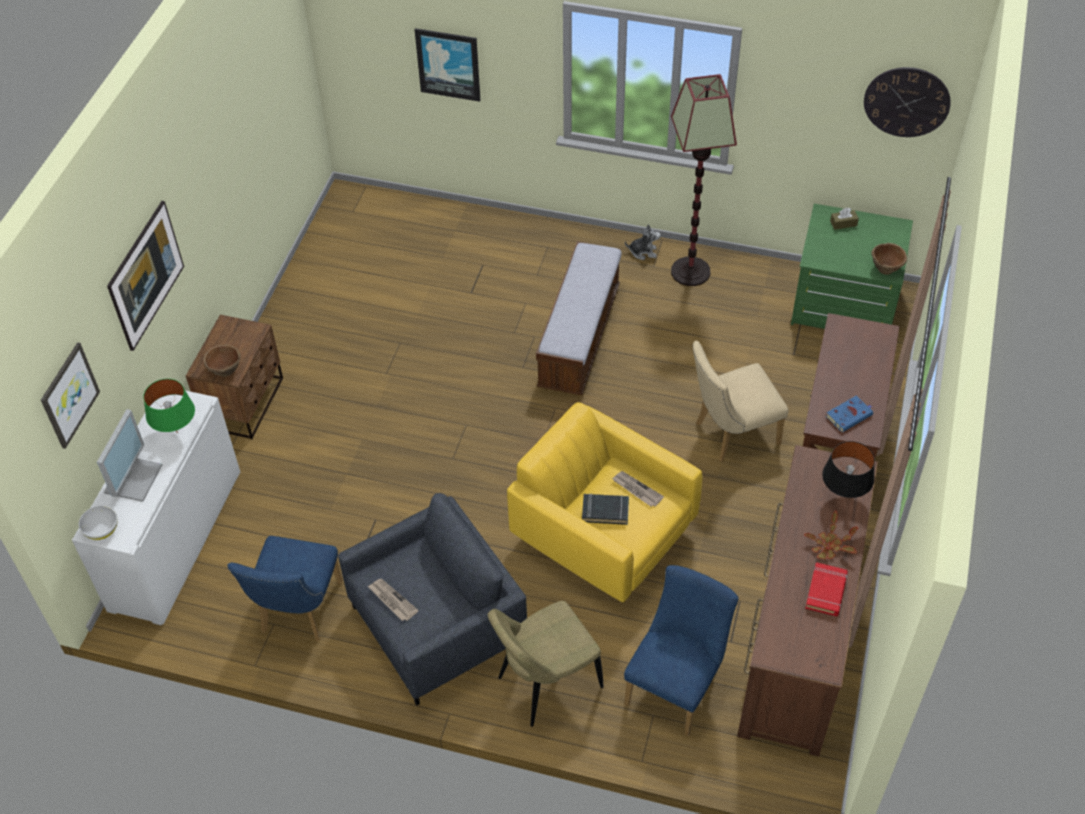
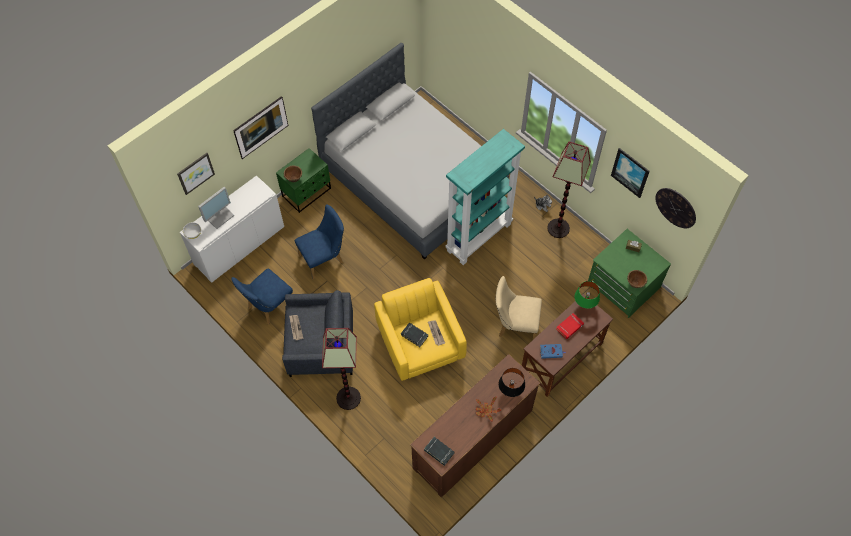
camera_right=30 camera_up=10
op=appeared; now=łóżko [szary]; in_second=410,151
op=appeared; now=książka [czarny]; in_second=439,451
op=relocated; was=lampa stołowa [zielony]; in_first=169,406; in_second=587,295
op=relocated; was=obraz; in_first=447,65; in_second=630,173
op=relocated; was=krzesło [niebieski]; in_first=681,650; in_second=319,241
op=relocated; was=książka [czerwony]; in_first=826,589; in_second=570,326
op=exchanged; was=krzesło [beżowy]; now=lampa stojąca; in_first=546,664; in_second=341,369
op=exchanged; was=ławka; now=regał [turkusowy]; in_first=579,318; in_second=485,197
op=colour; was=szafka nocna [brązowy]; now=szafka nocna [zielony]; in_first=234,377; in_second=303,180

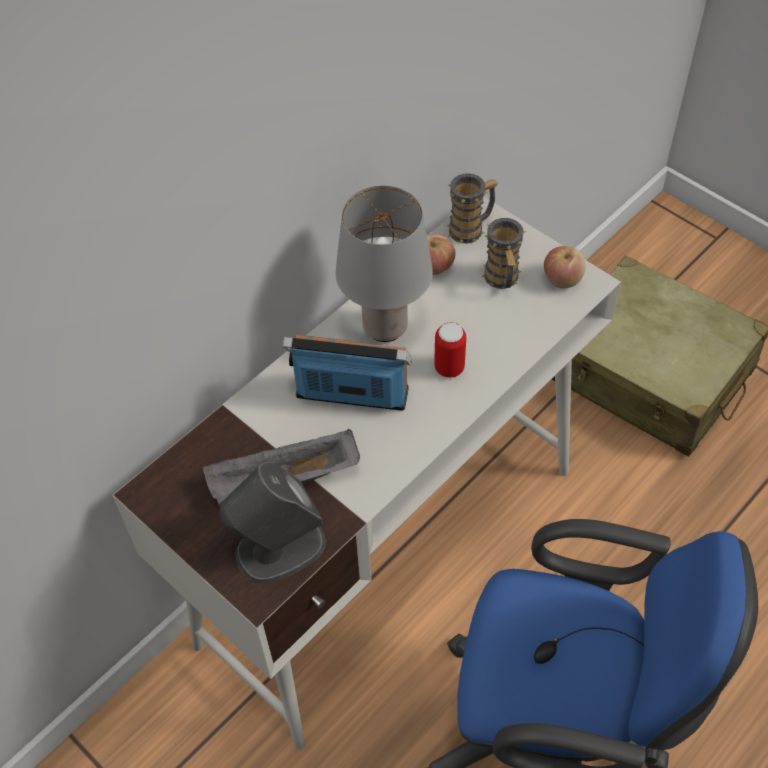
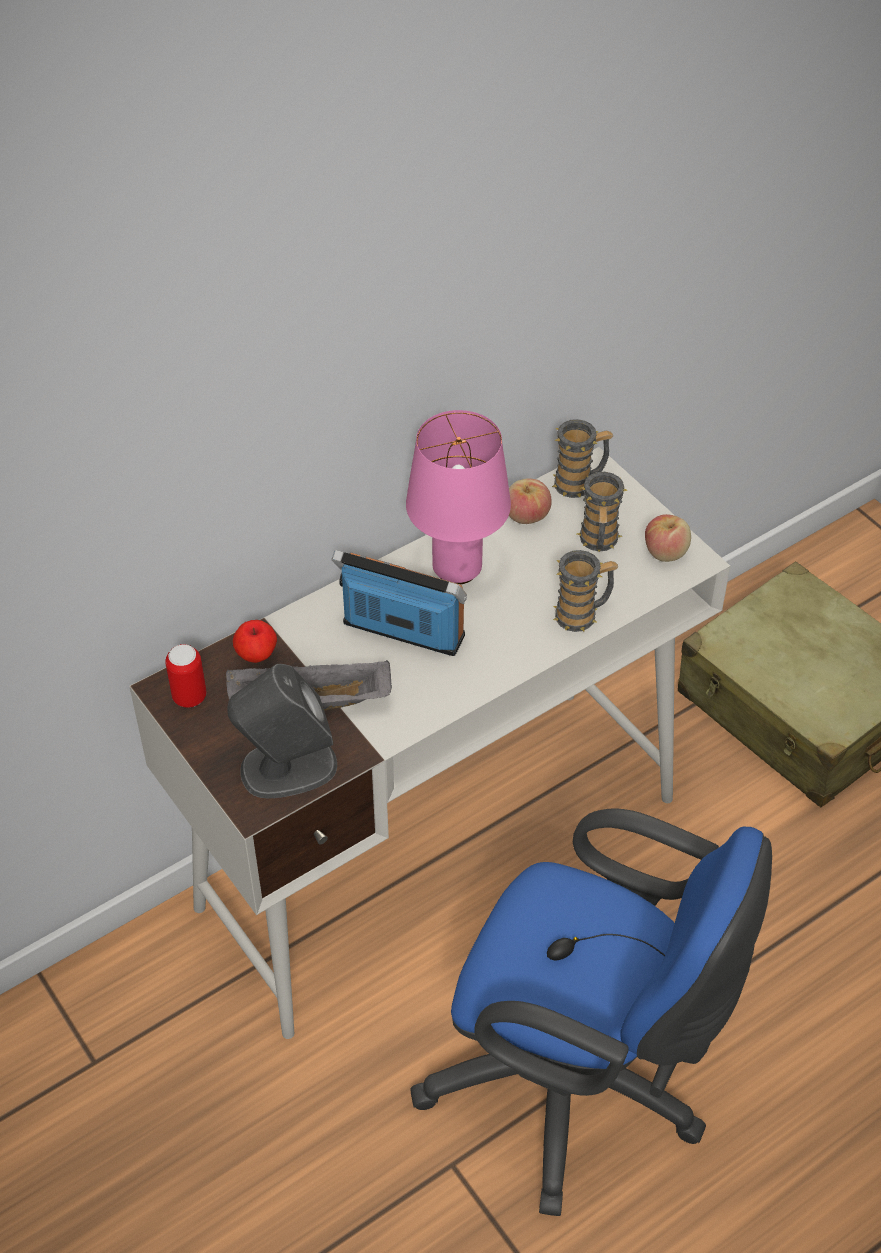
camera_right=10 camera_up=-5
op=appeared; now=jabłko; in_second=255,641
op=appeared; now=kubek; in_second=585,591
op=relocated; was=puszka; in_first=450,350; in_second=185,676
op=colour; was=lampa stołowa [szary]; now=lampa stołowa [różowy]; in_first=384,264; in_second=458,497

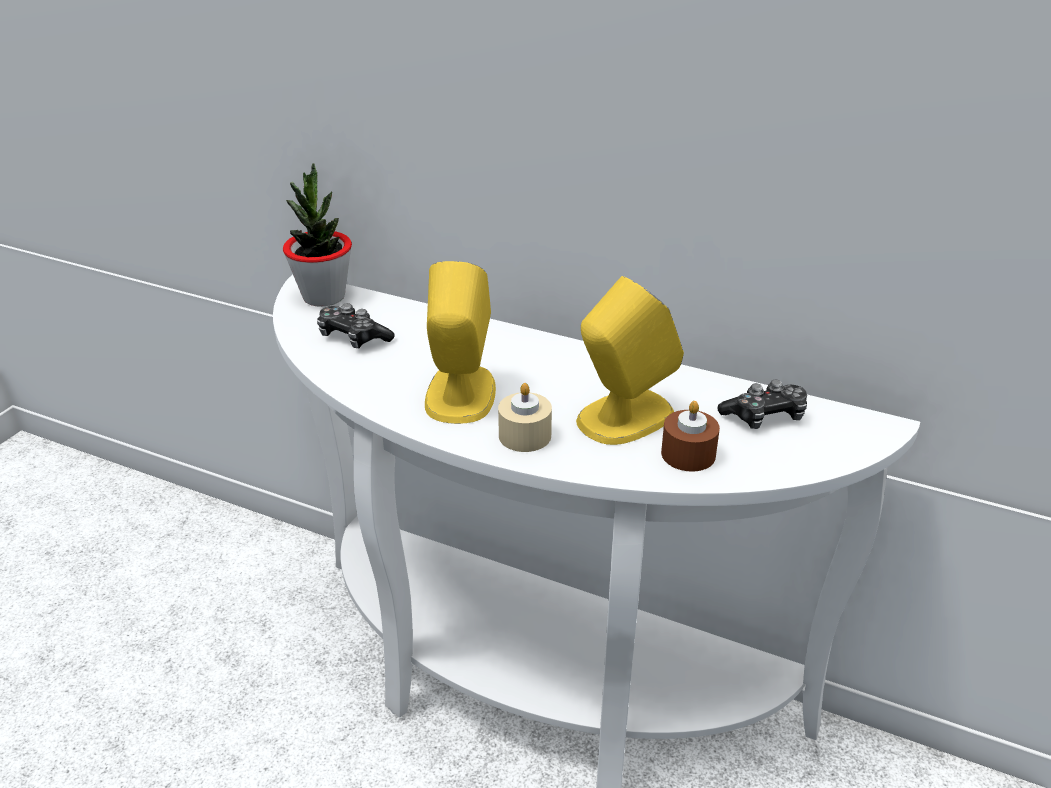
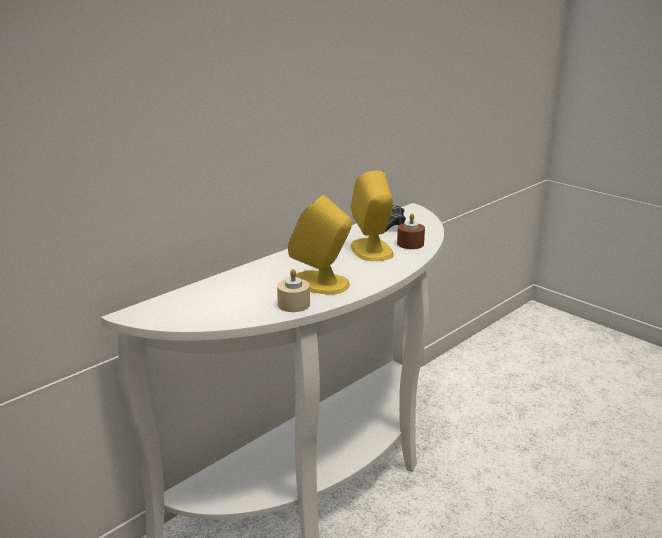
camera_right=-70 camera_up=-10
op=missing; was=roślina doniczkowa; in_first=317,235
op=missing; was=pad do gier; in_first=356,325
op=relocated; was=świeca [beżowy]; in_first=525,417; in_second=293,290

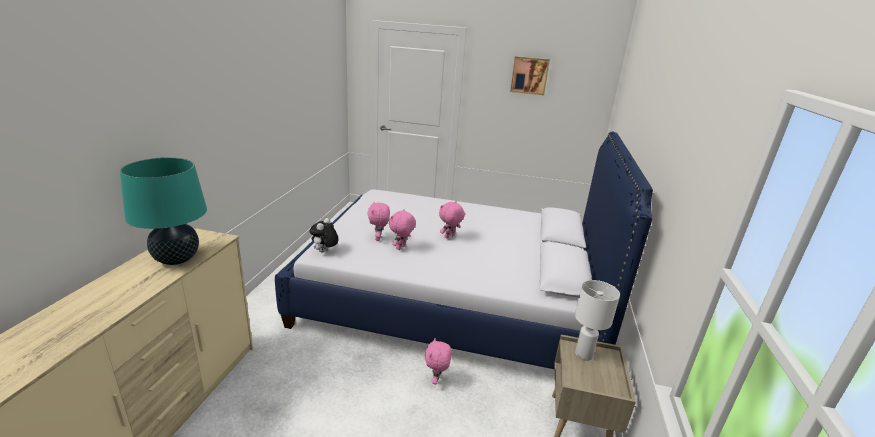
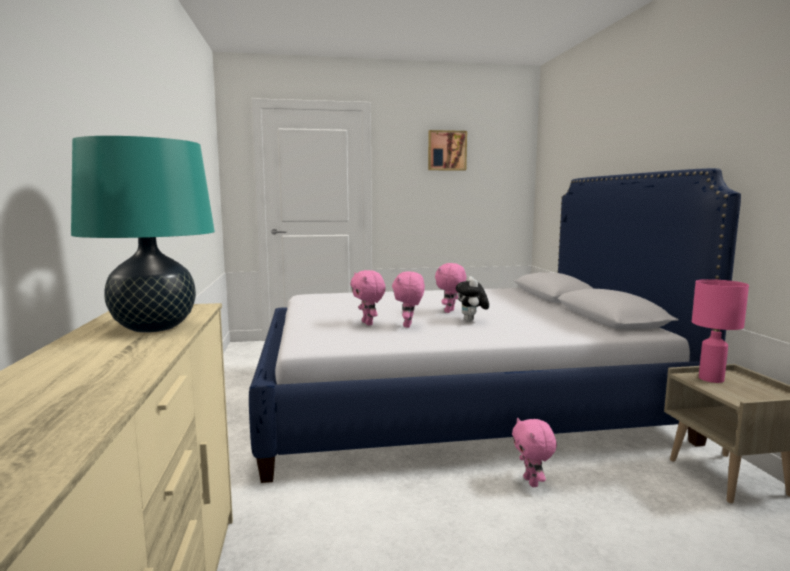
camera_right=-20 camera_up=-15
op=relocated; was=pluszak; in_first=323,235; in_second=472,299
op=colour; was=lampa stołowa [biały]; now=lampa stołowa [różowy]; in_first=597,320; in_second=720,331

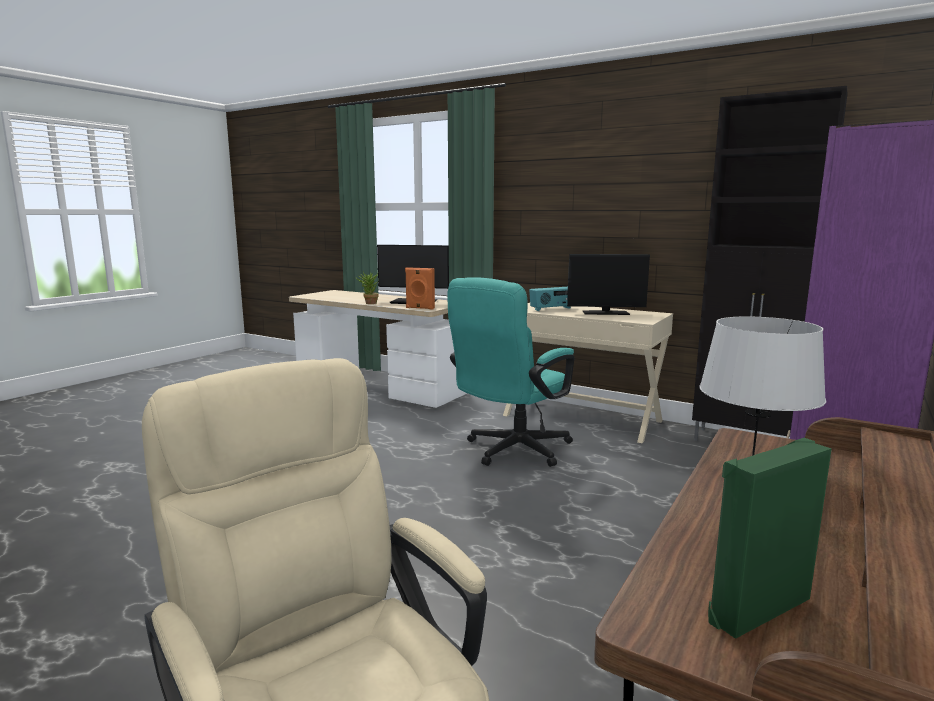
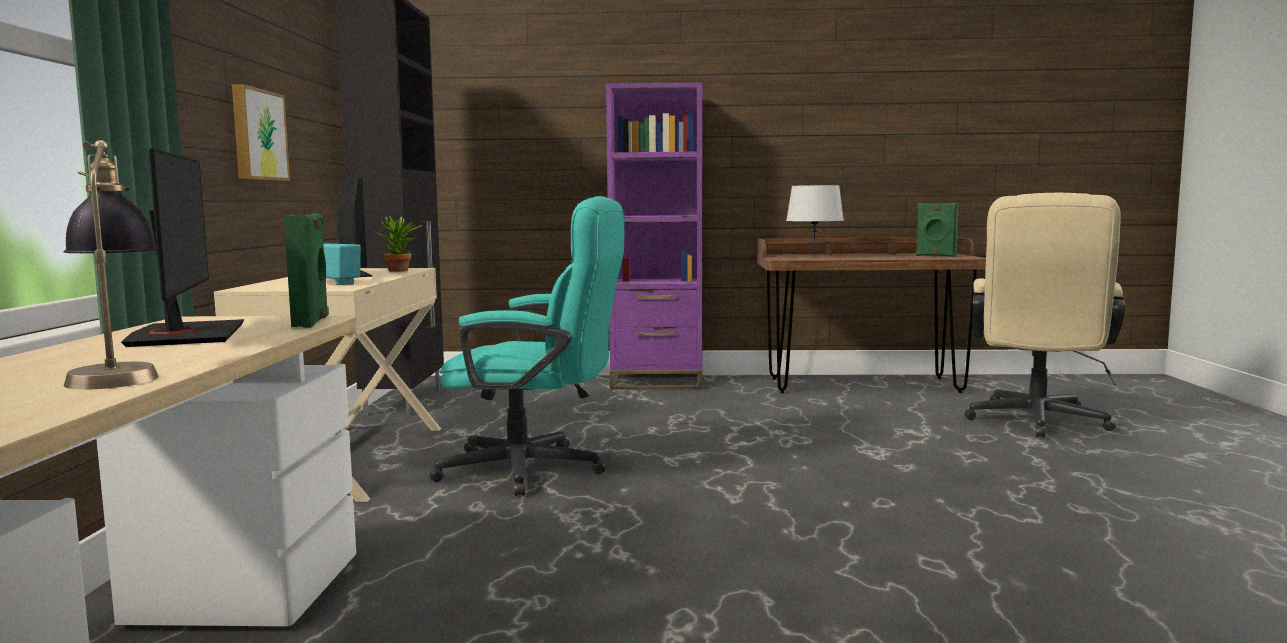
camera_right=-120 camera_up=-5
op=appeared; now=lampa stołowa; in_second=111,265
op=appeared; now=obraz; in_second=261,132
op=relocated; was=roślina doniczkowa; in_first=367,287; in_second=400,244
op=colour; was=głośnik [pomarańczowy]; now=głośnik [zielony]; in_first=420,288; in_second=306,271

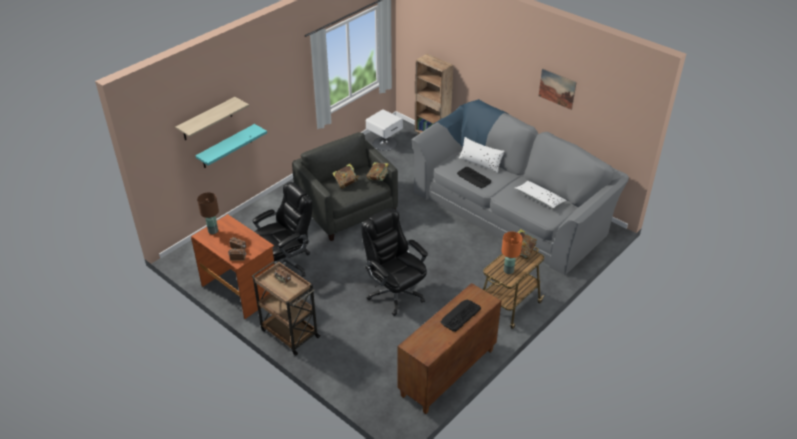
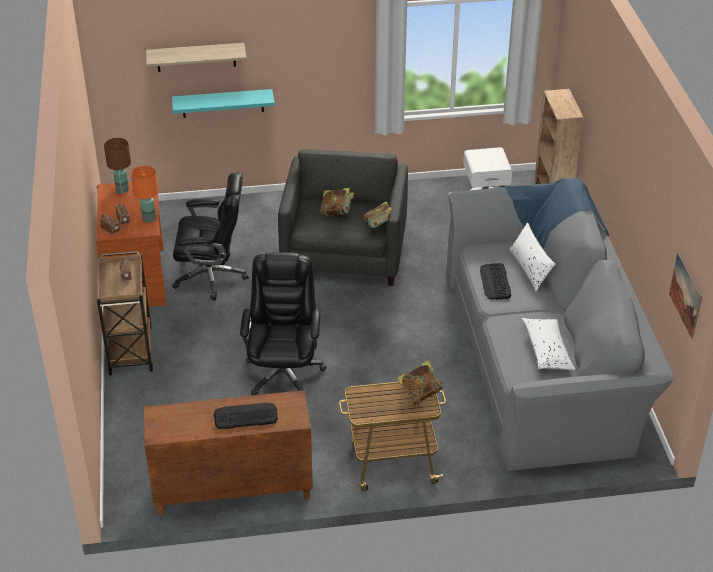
camera_right=40 camera_up=0
op=relocated; was=lampa stołowa [pomarańczowy]; in_first=512,253; in_second=144,194
op=relocated; was=obraz; in_first=558,89; in_second=685,296

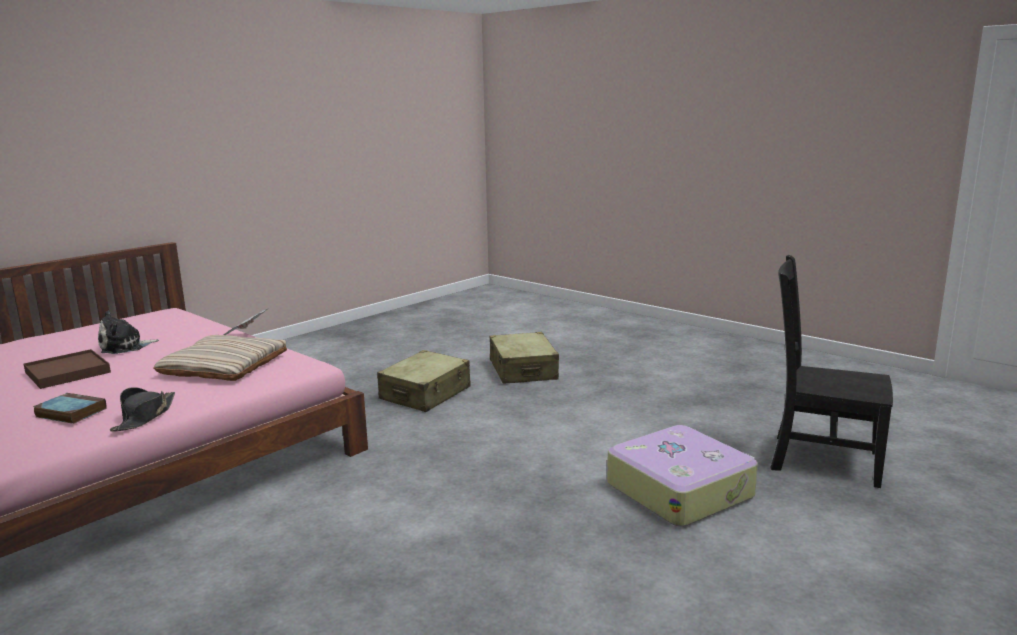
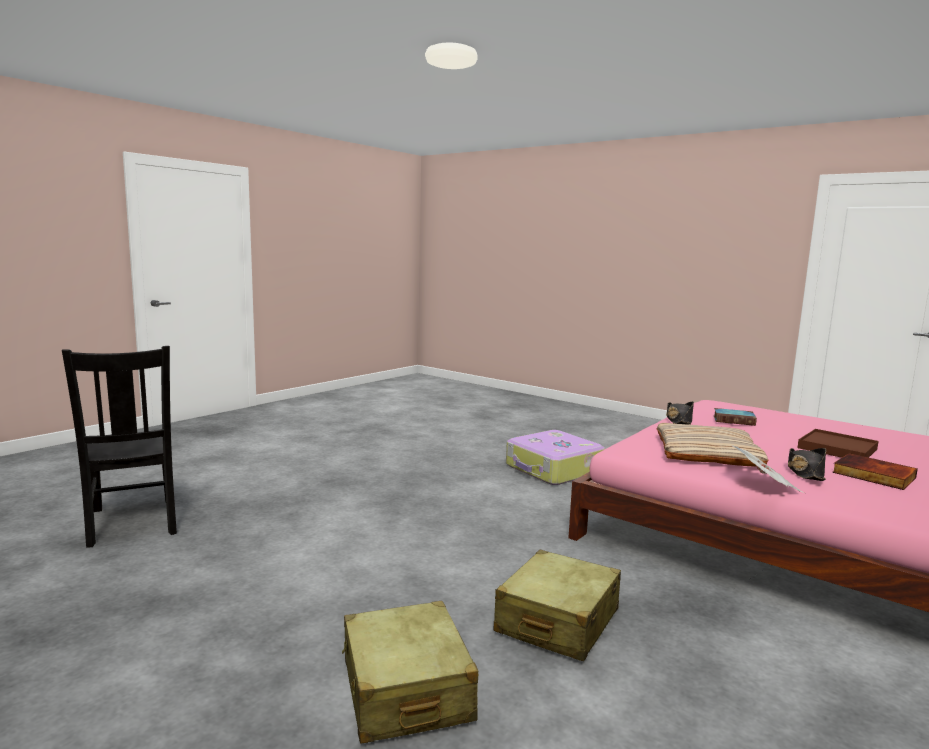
camera_right=175 camera_up=-5
op=appeared; now=kapelusz [czarny]; in_second=807,464
op=relocated; was=walizka; in_first=682,476; in_second=555,457
op=exchanged; was=pluszak; now=książka; in_first=128,332; in_second=875,471
op=spun; was=krzesło [czarny]; in_first=831,371; in_second=119,446; clockwise=45

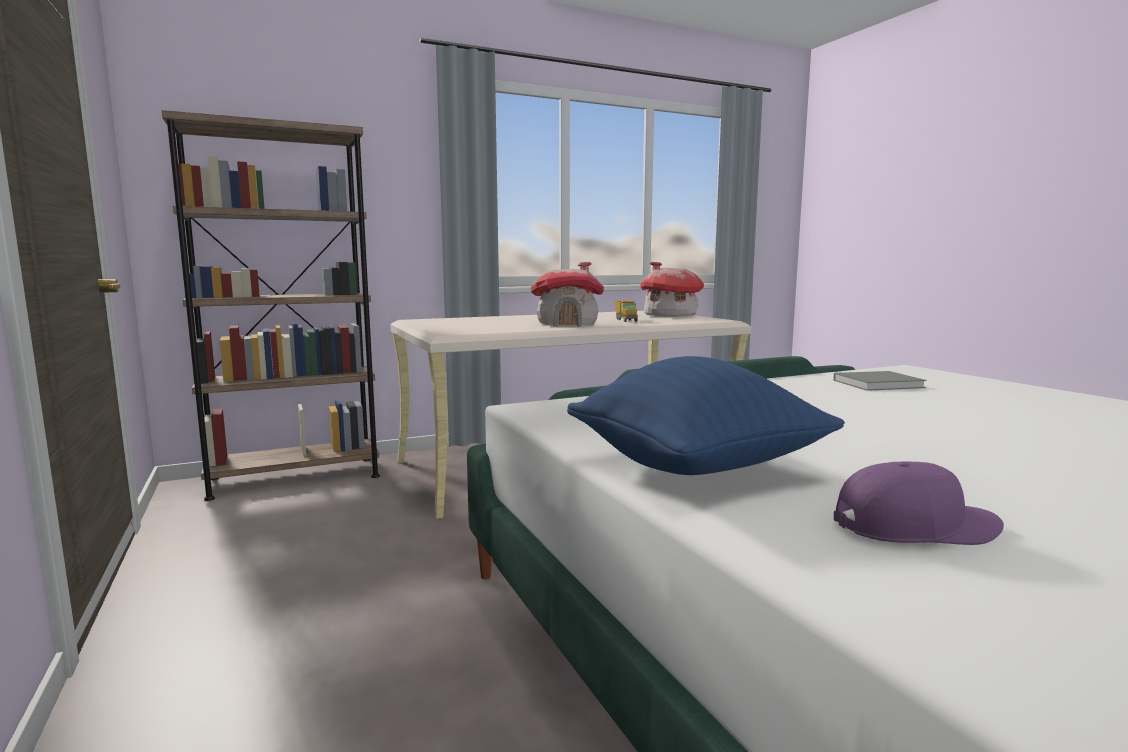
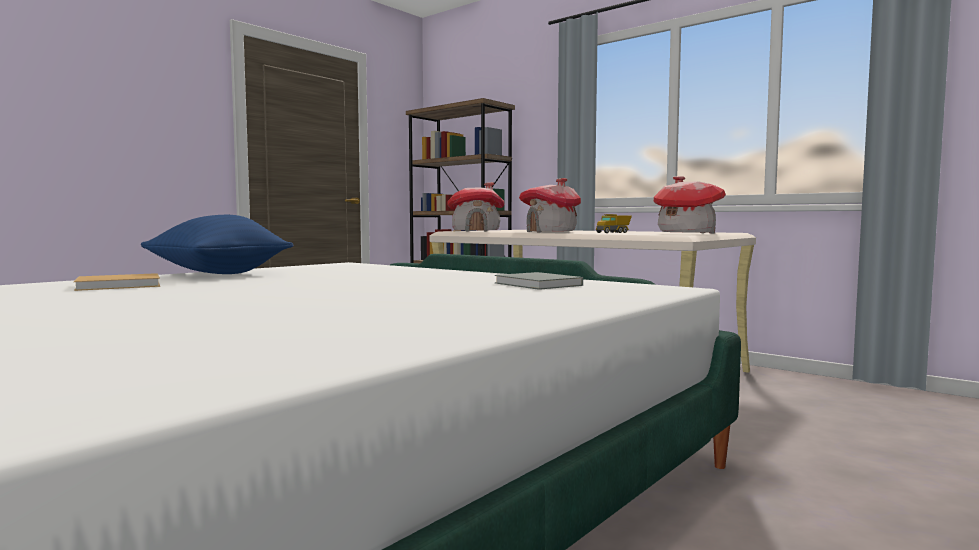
camera_right=65 camera_up=-5
op=appeared; now=domek; in_second=476,207
op=exchanged; was=czapka z daszkiem [fioletowy]; now=książka [beżowy]; in_first=919,503; in_second=117,282

